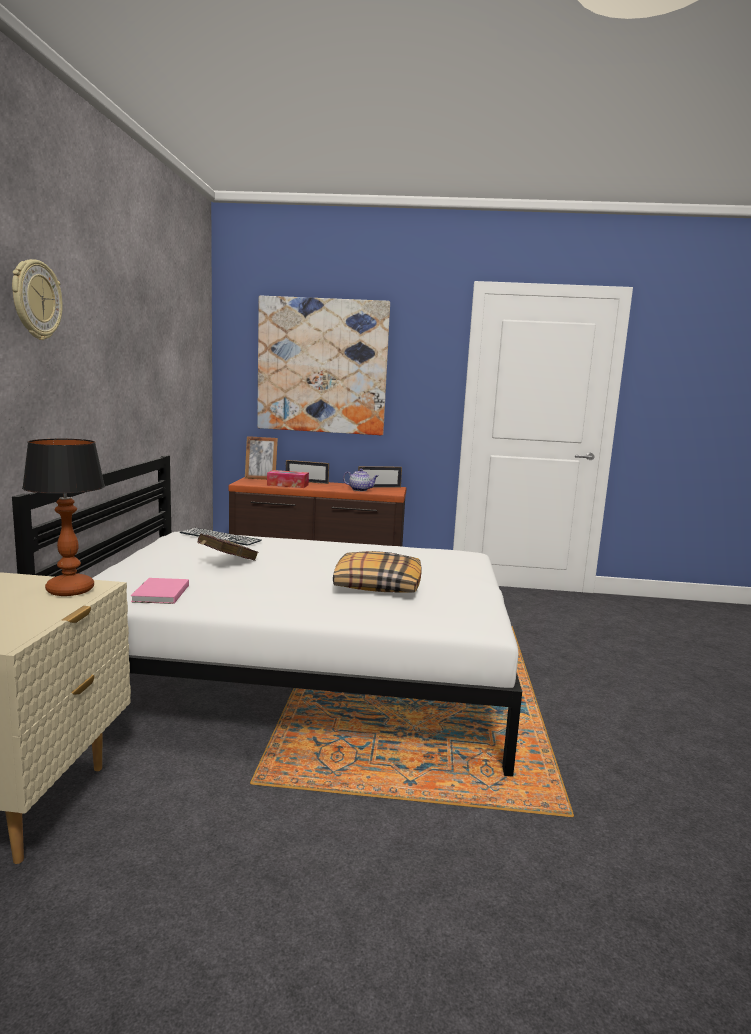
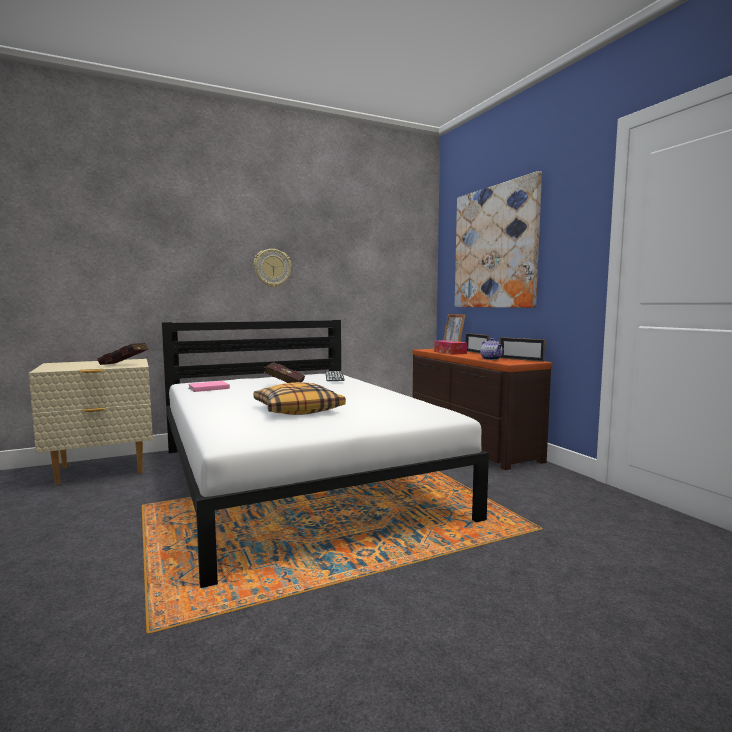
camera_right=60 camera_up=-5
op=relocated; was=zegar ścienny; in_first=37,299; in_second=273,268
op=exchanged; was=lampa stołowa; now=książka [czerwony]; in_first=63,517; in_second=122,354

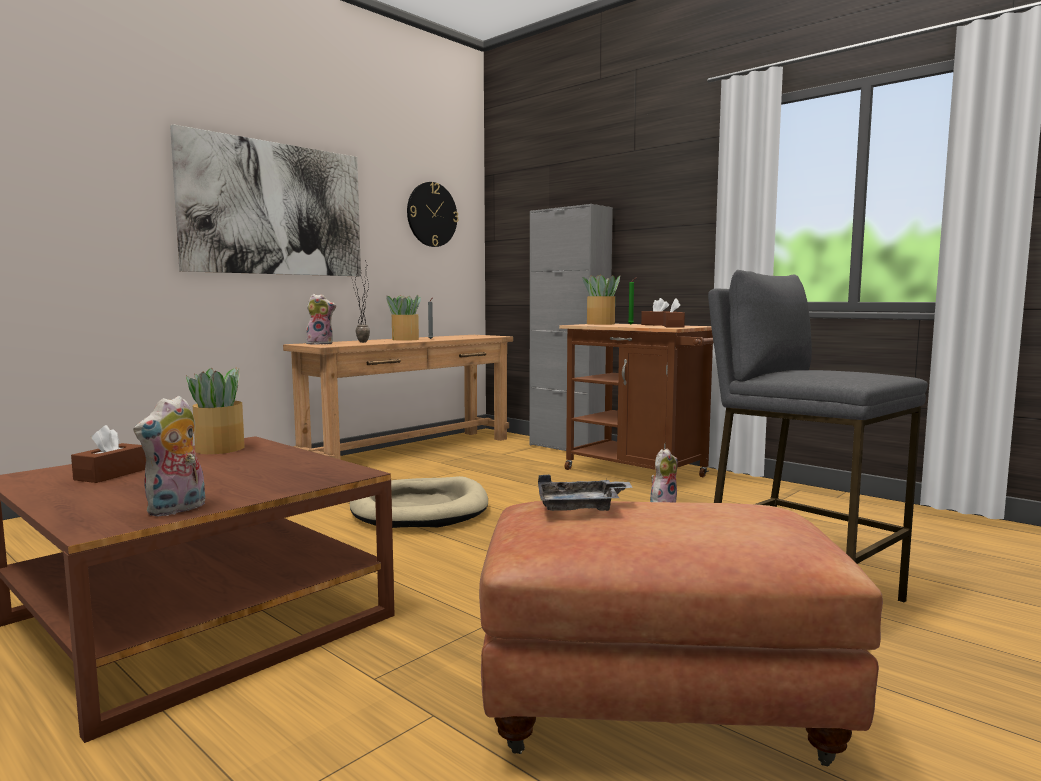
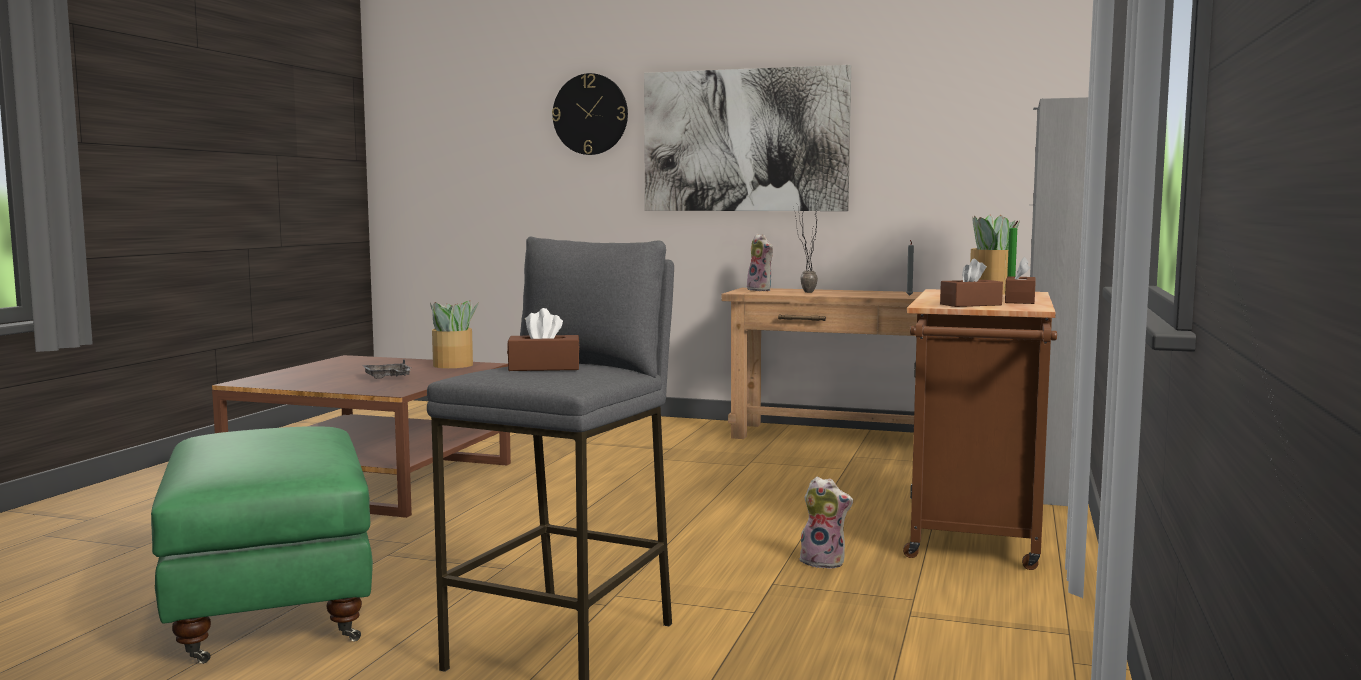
camera_right=65 camera_up=0
op=missing; was=pluszak; in_first=169,456
op=missing; was=legowisko [beżowy]; in_first=419,502
op=missing; was=roślina doniczkowa; in_first=403,318
op=relocated; was=pudełko chusteczek [brązowy]; in_first=108,454; in_second=543,339
op=relocated; was=zegar ścienny; in_first=432,214; in_second=590,114
op=relocated; was=taca [szary]; in_first=585,493; in_second=387,369
op=colour; was=pufa [brązowy]; now=pufa [zielony]; in_first=681,633; in_second=262,545

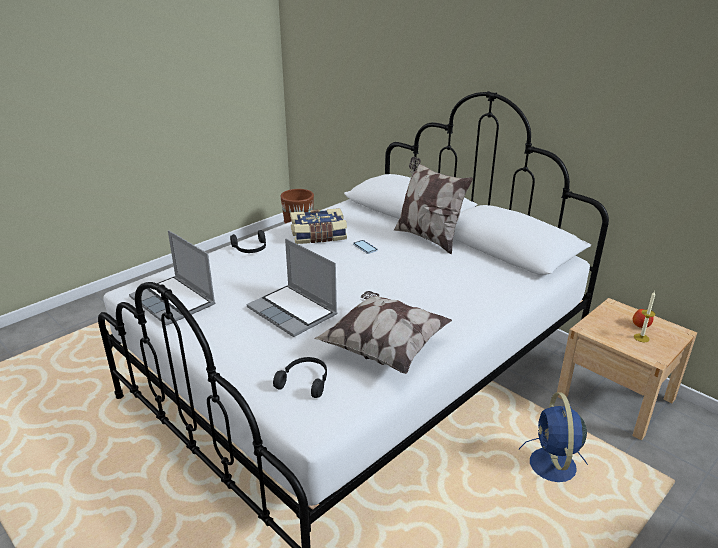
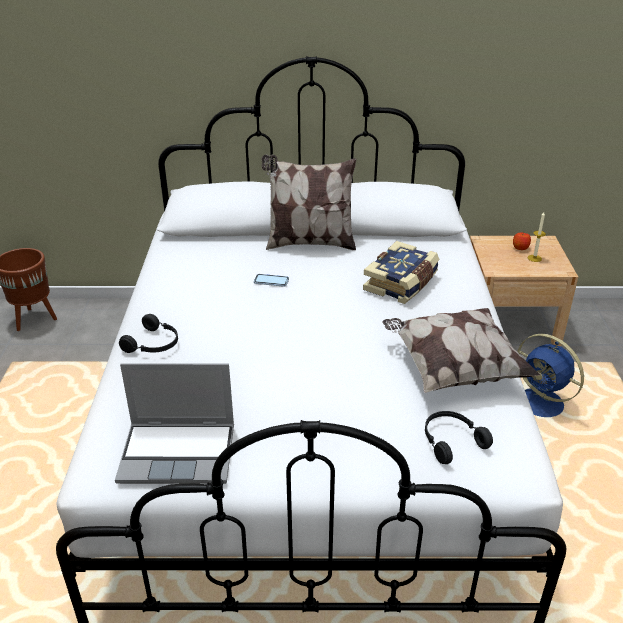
camera_right=-45 camera_up=5
op=missing; was=laptop; in_first=292,287
op=relocated; was=książka; in_first=318,226; in_second=401,272

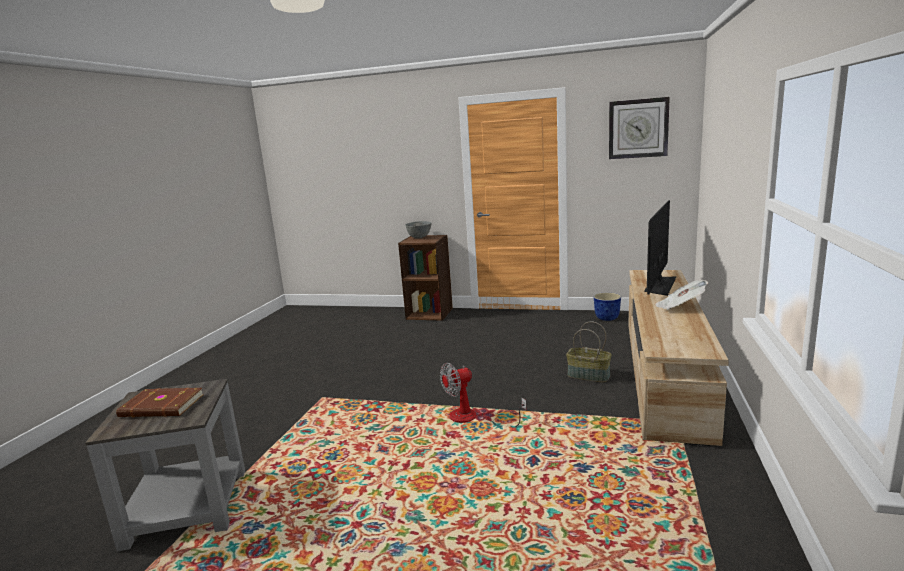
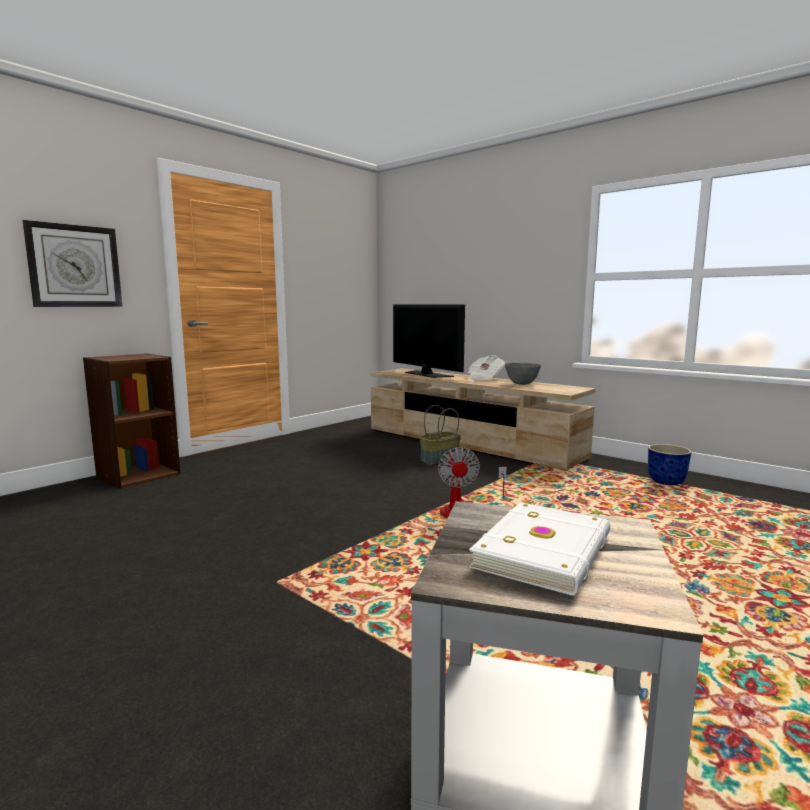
camera_right=-65 camera_up=-5
op=relocated; was=miska [szary]; in_first=418,230; in_second=523,374
op=relocated; was=donica; in_first=607,307; in_second=670,464
op=relocated; was=zegar ścienny; in_first=639,128; in_second=72,263
op=colour; was=książka [brązowy]; now=książka [biały]; in_first=160,402; in_second=539,549

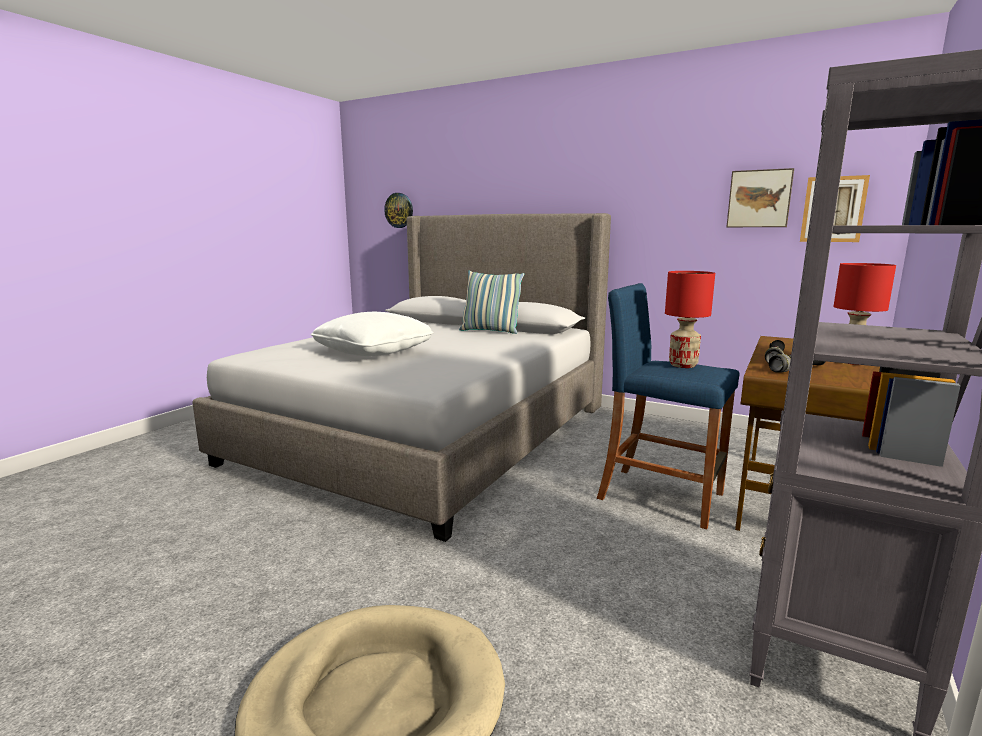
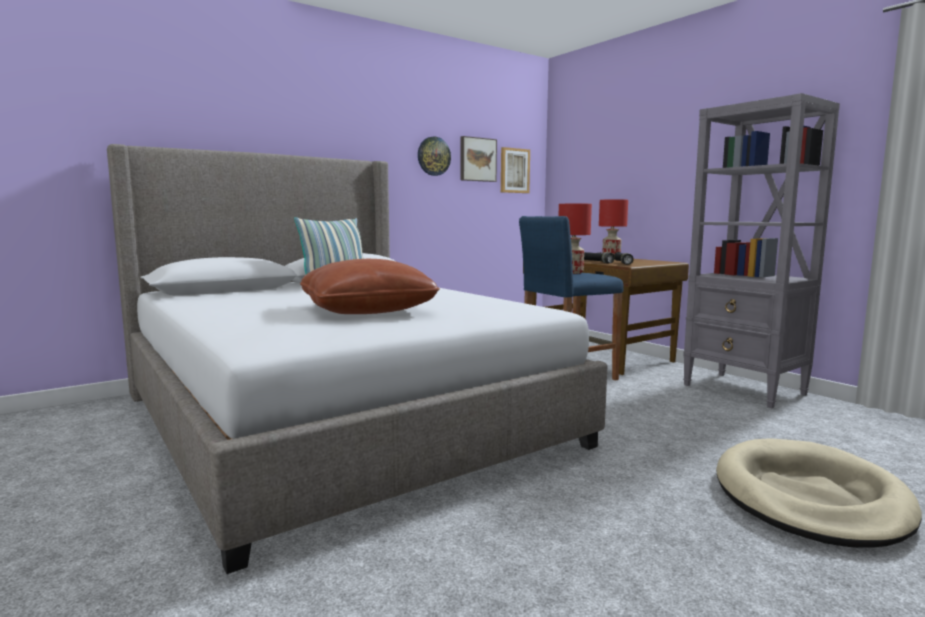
camera_right=-65 camera_up=-5
op=relocated; was=zegar ścienny; in_first=398,210; in_second=434,156
op=colour; was=poduszka [biały]; now=poduszka [brązowy]; in_first=372,334; in_second=370,286

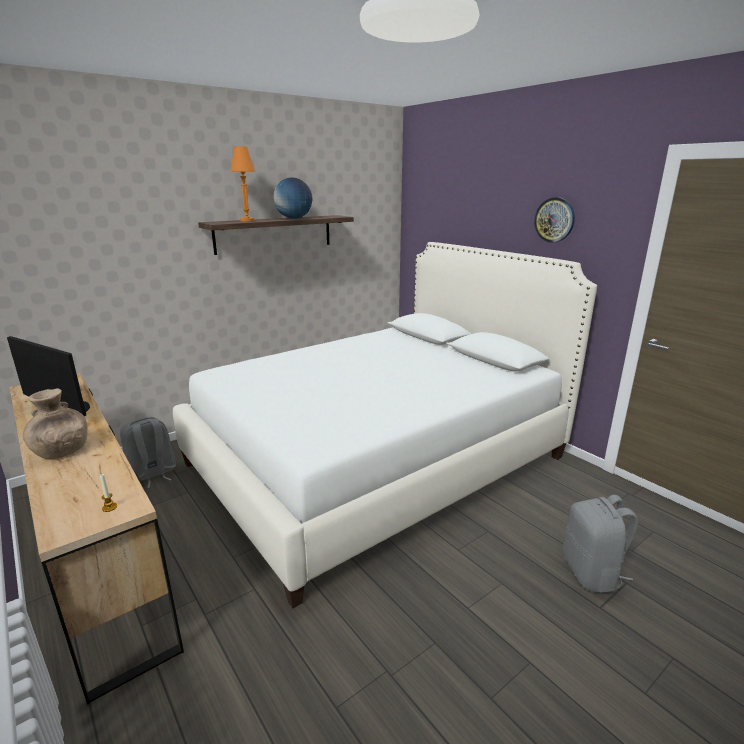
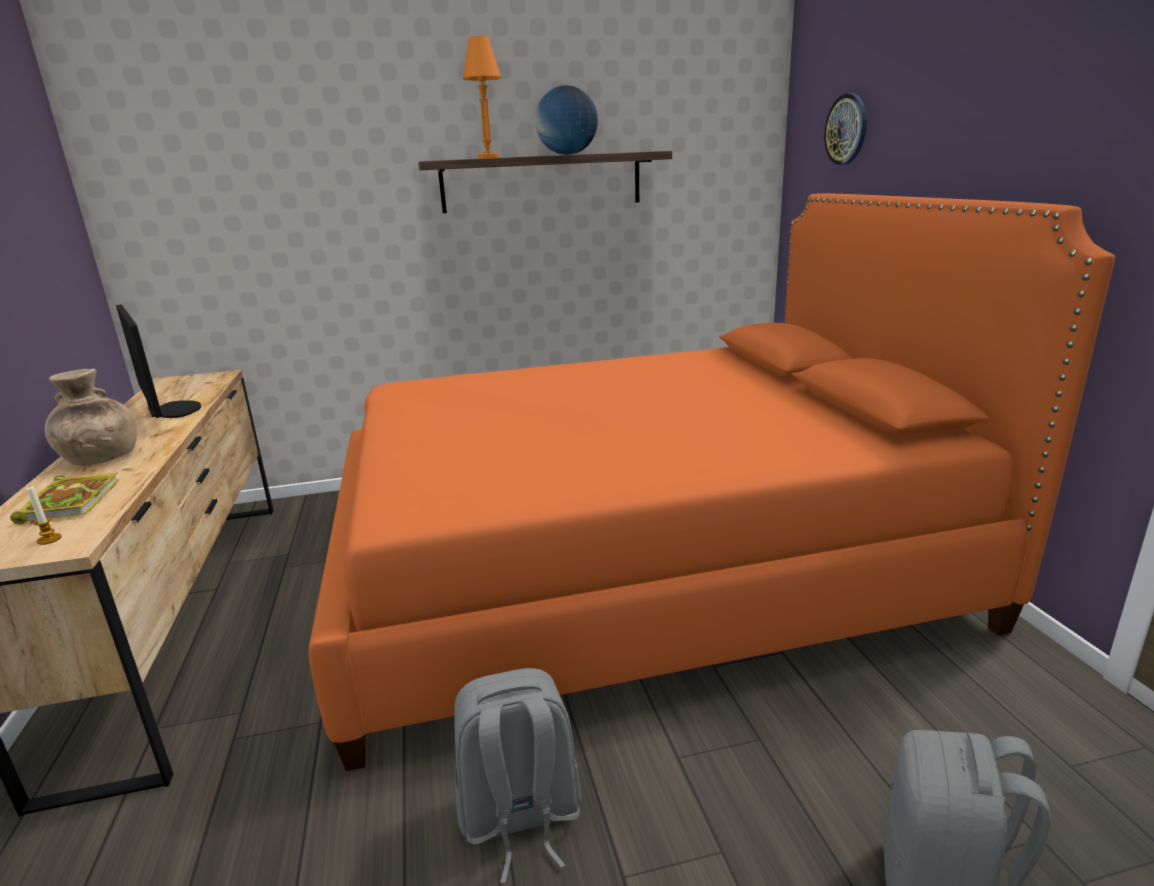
camera_right=25 camera_up=0
op=appeared; now=książka; in_second=65,499
op=relocated; was=plecak [szary]; in_first=148,452; in_second=517,775
op=relocated; was=zegar ścienny; in_first=554,220; in_second=845,129
op=colour; was=łóżko [biały]; now=łóżko [pomarańczowy]; in_first=385,425; in_second=711,482

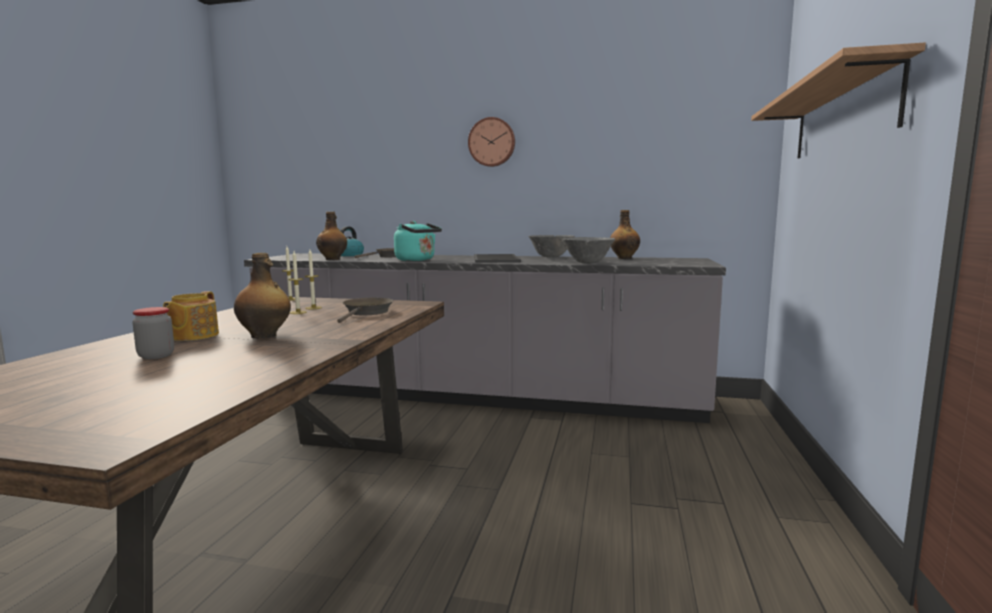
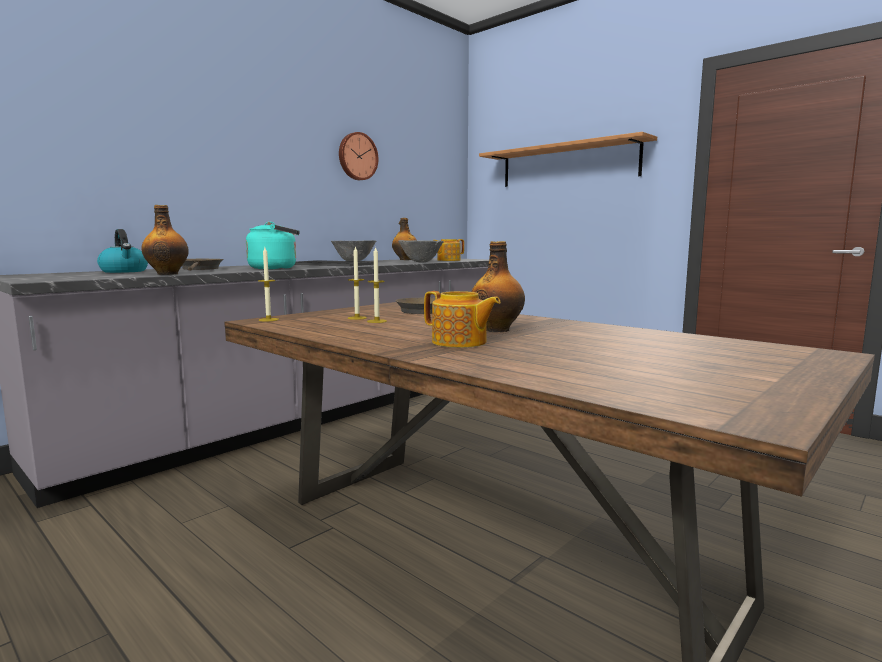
camera_right=-60 camera_up=0
op=missing; was=słoik; in_first=153,333
op=appeared; now=imbryk; in_second=448,250
op=relocated; was=zegar ścienny; in_first=491,142; in_second=359,156

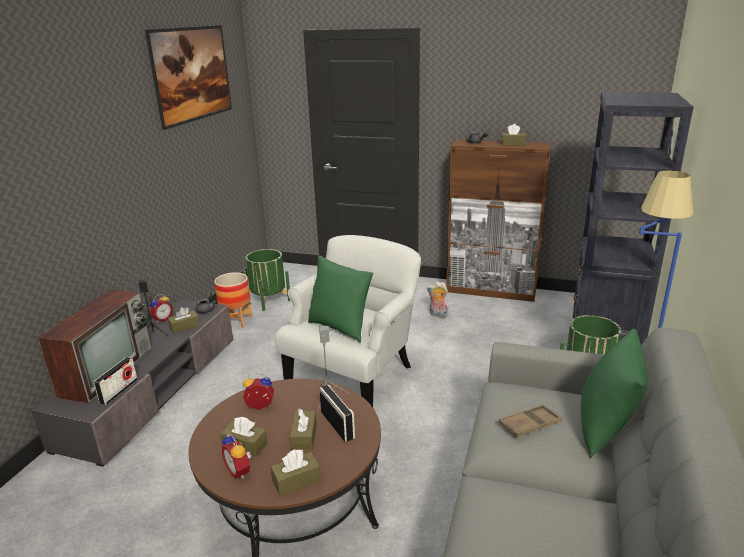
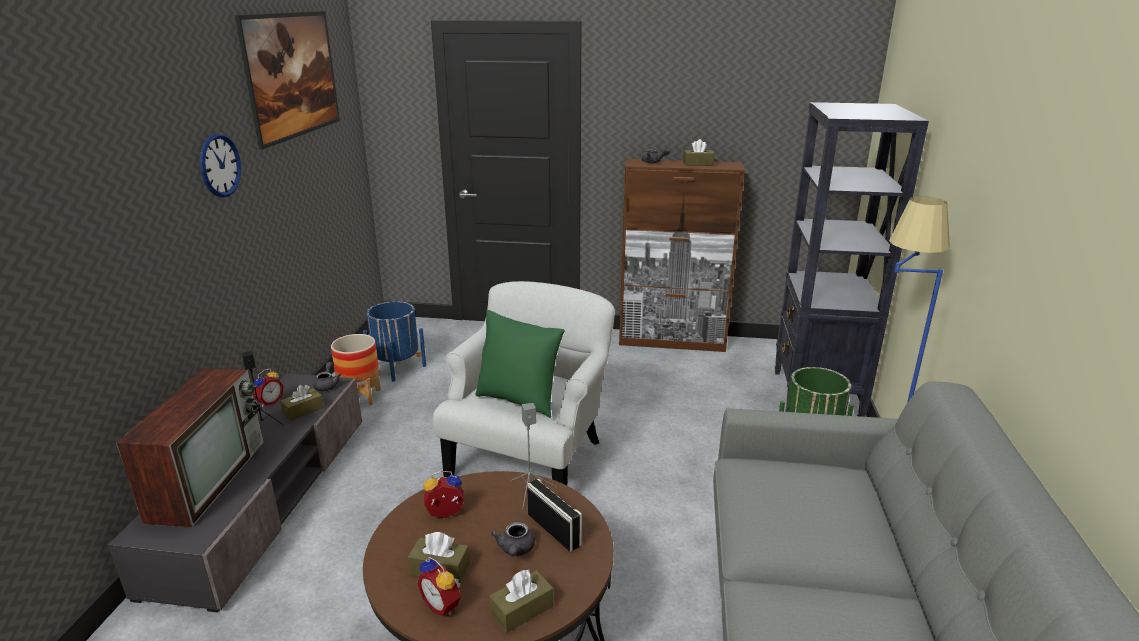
camera_right=-10 camera_up=0
op=missing; was=radio; in_first=115,381
op=missing; was=pluszak; in_first=438,300
op=missing; was=taca [brązowy]; in_first=530,421
op=missing; was=poduszka [zielony]; in_first=614,393
op=appeared; now=zegar ścienny; in_second=220,165
op=exchanged; was=pudełko chusteczek [brązowy]; now=imbryk [szary]; in_first=303,430; in_second=513,539
op=colour; was=donica [zielony]; now=donica [niebieski]; in_first=267,280; in_second=394,341

